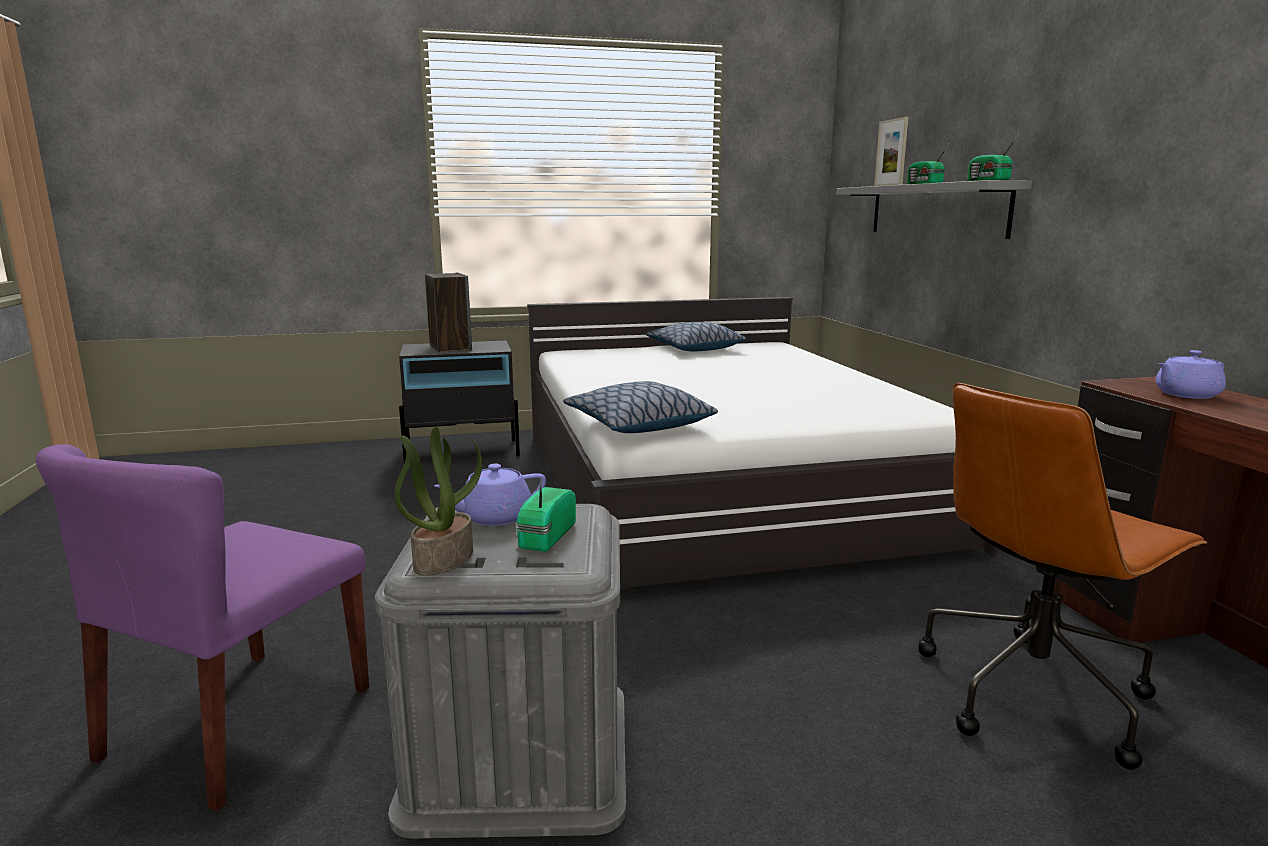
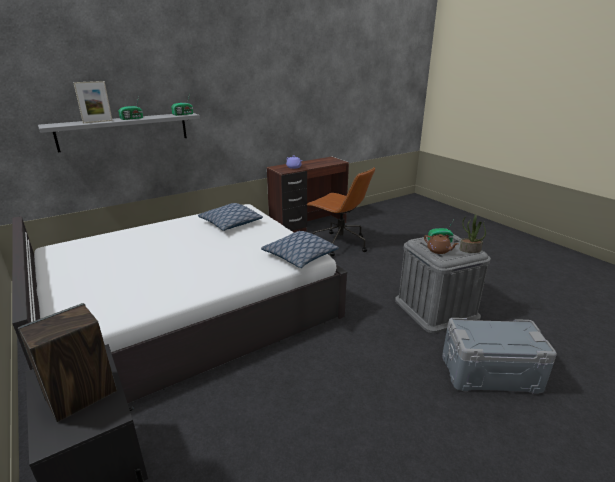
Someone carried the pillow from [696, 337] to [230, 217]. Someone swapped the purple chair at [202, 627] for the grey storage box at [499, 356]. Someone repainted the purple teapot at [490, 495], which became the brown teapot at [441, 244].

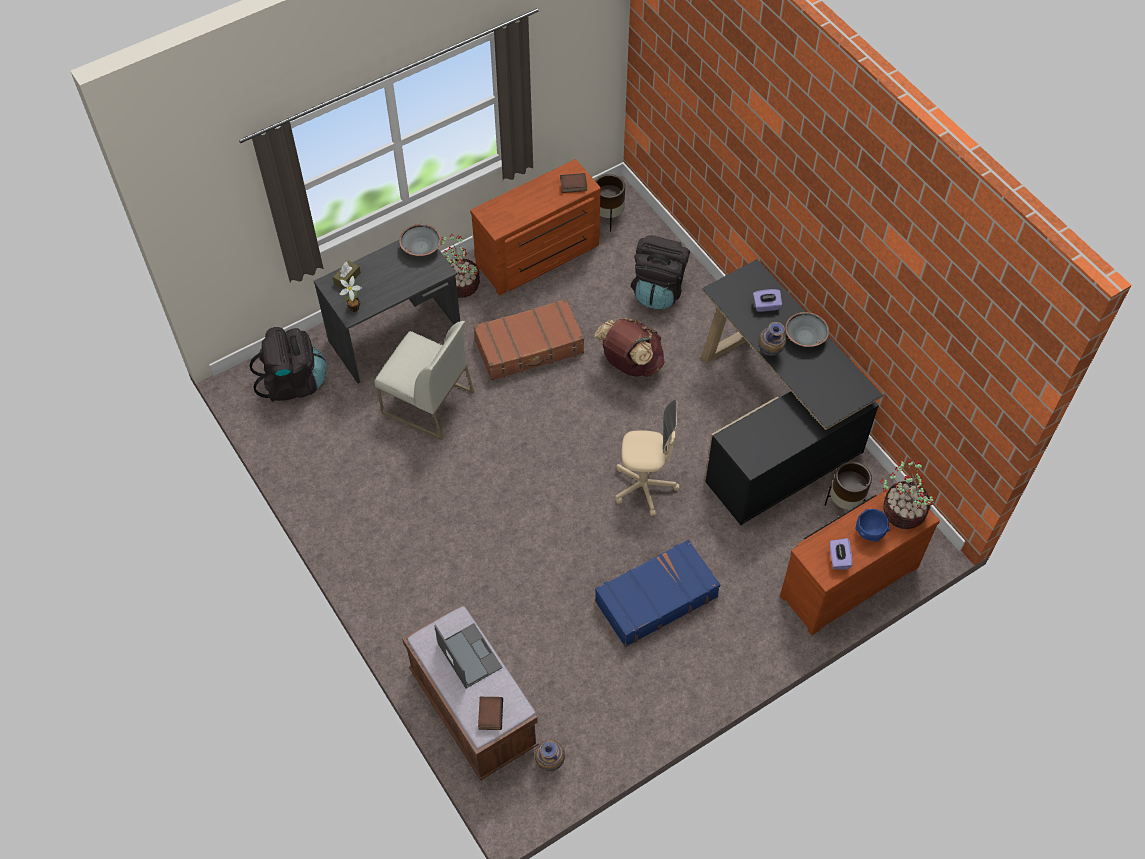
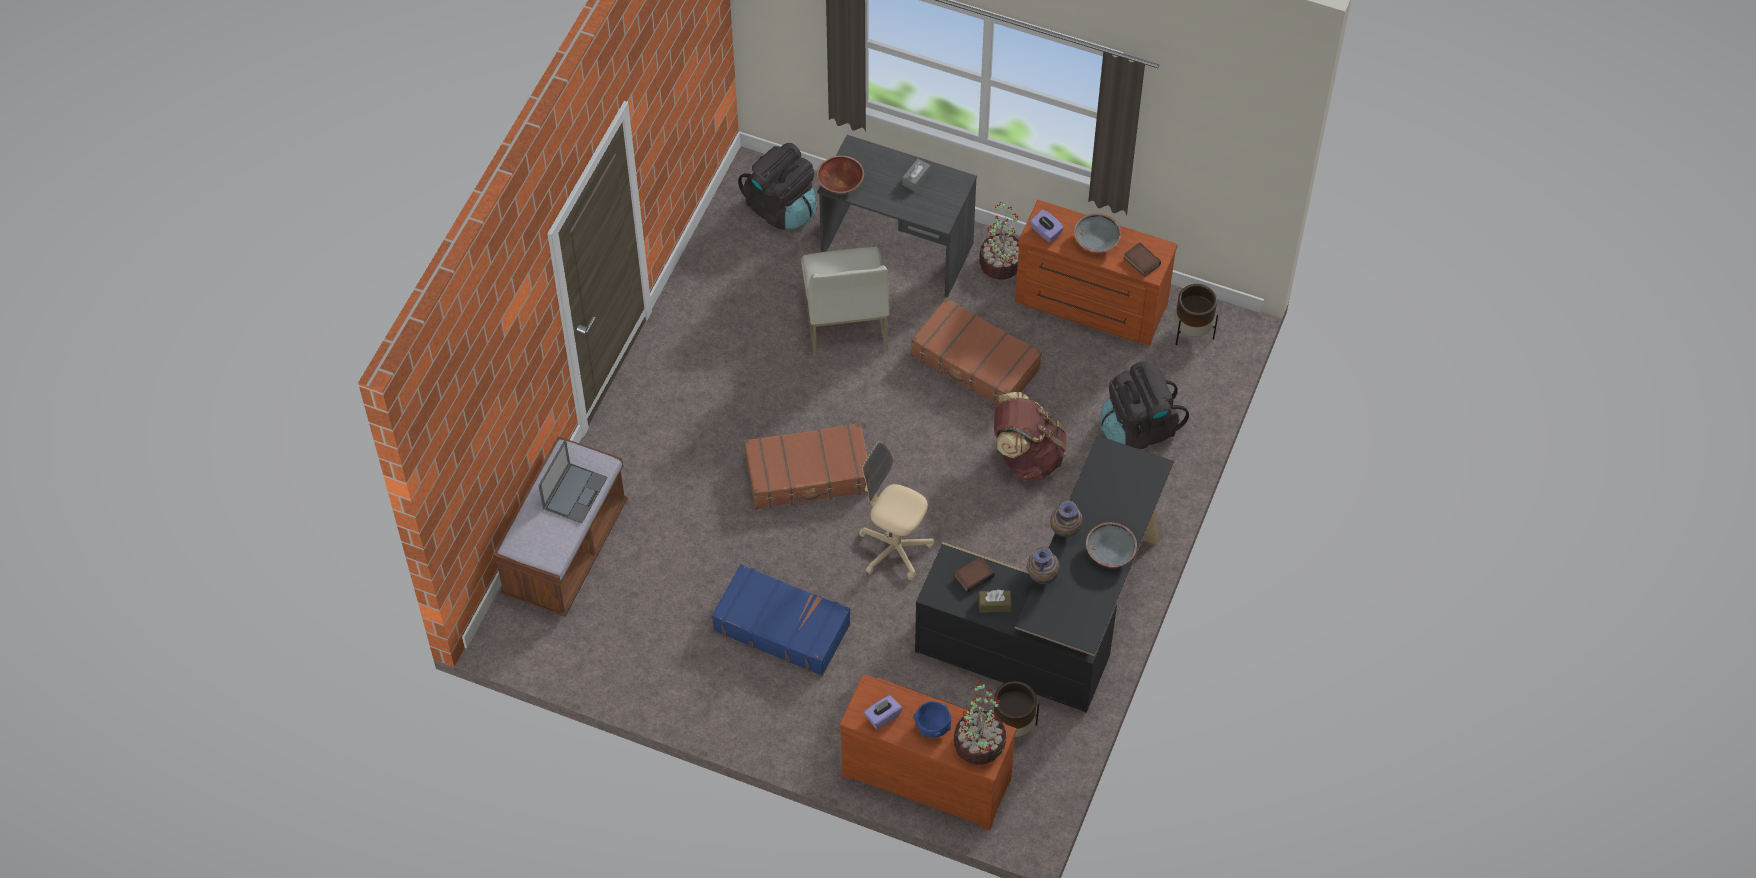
Someone put down the brown suitcase at [806, 466]. Someone put down the grey tissue box at [916, 175]. Someone carried the brown tissue box from [347, 275] to [994, 601]. Someone carried the grey bowl from [420, 240] to [1097, 233]. Someone carried the book from [490, 713] to [974, 575]. Someone carried the vase from [550, 755] to [1043, 565]. Someone carried the purple tissue box from [767, 300] to [1047, 226]. Someone swapped the potted plant at [350, 294] for the brown bowl at [840, 174]. Someone rotated the beige office chair at [647, 458] by 150 degrees clockwise.

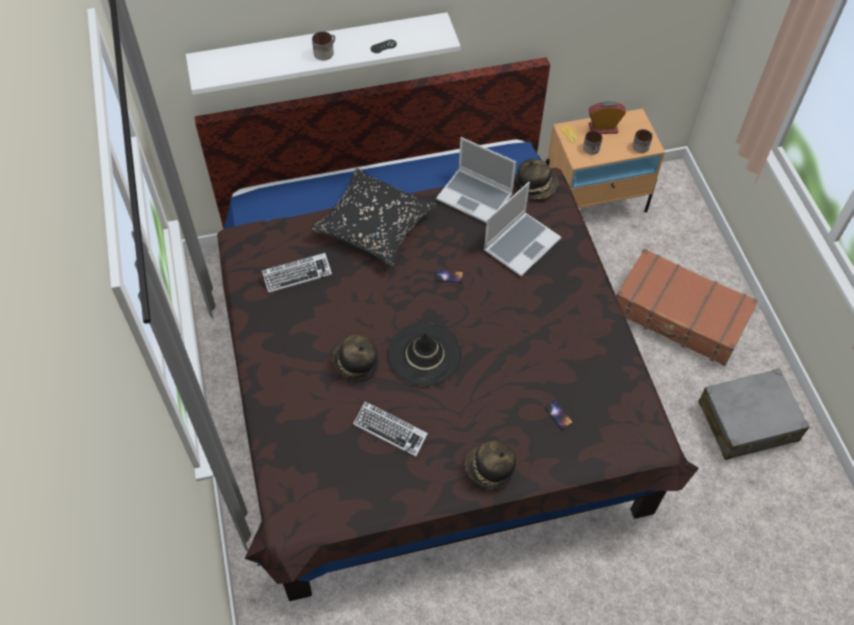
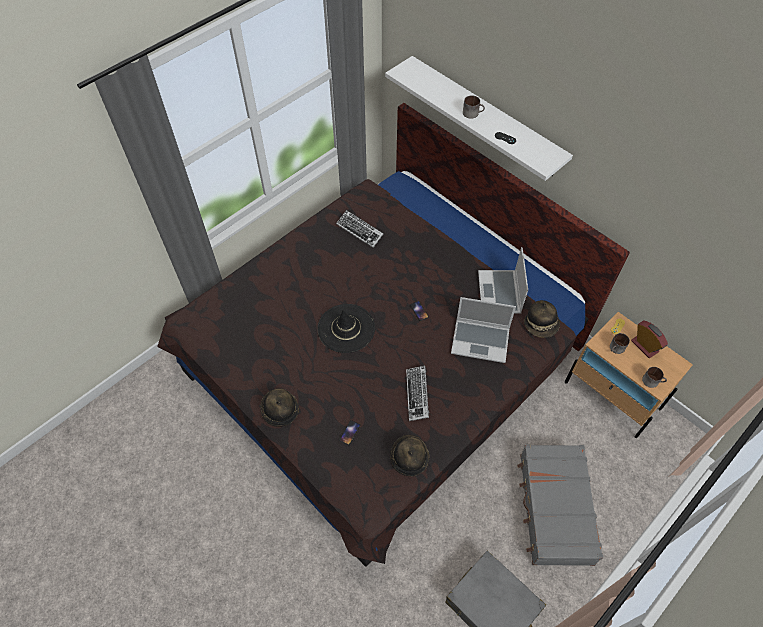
Someone took away the black pillow at [373, 217]. Someone carried the hat from [355, 358] to [409, 455]. Someone carried the keyboard from [390, 429] to [417, 393]. Someone repainted the brown suitcase at [687, 307], which became the grey suitcase at [560, 505].

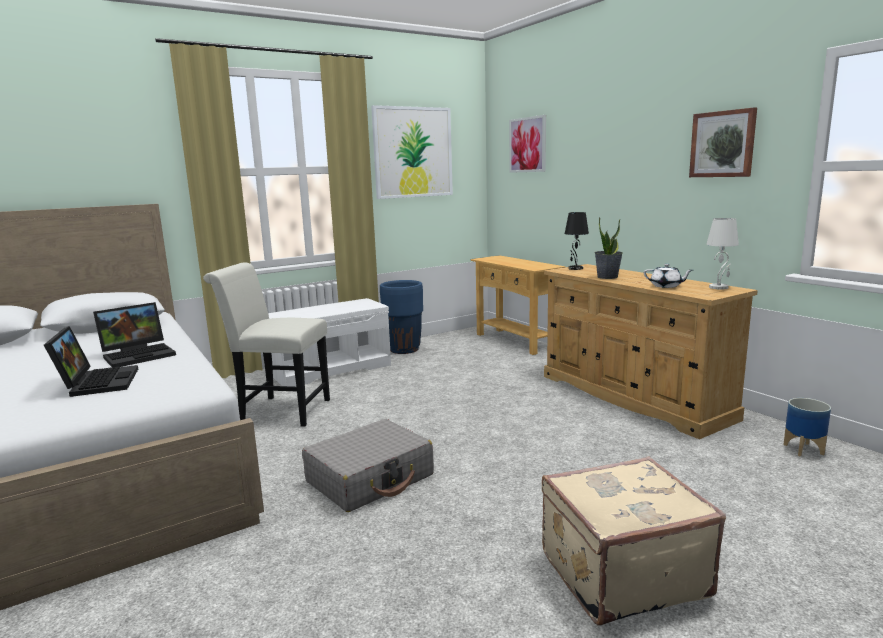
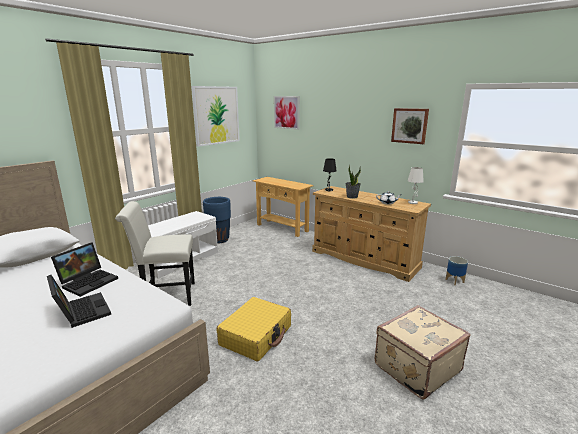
Someone repainted the grey suitcase at [368, 465], which became the yellow suitcase at [254, 329].

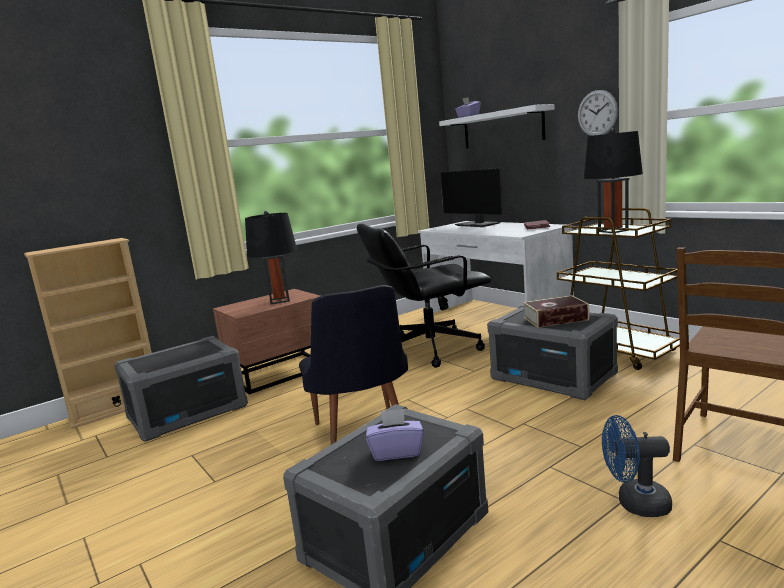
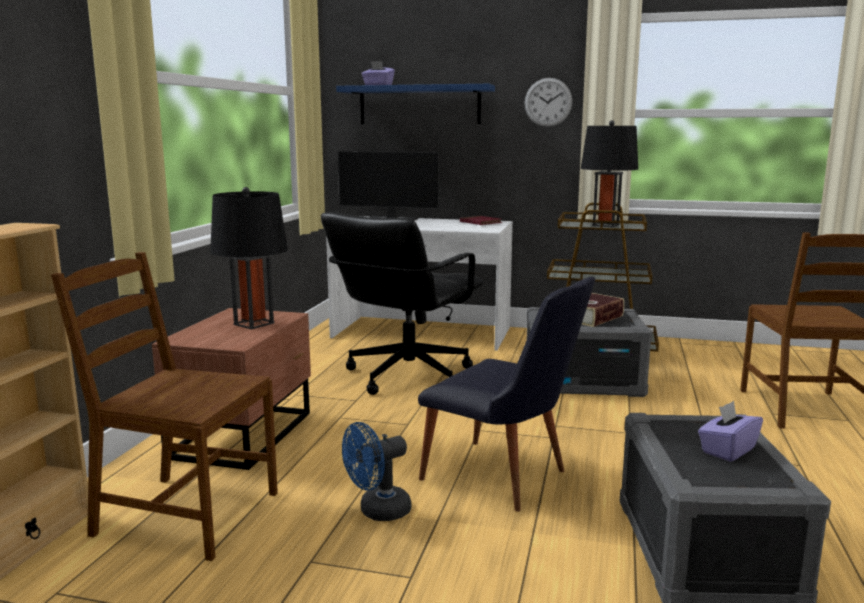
Someone carried the blue fan from [637, 466] to [376, 471]. Someone swapped the grey storage box at [181, 389] for the brown chair at [164, 406]. Someone repainted the white shelf at [497, 126], which became the blue shelf at [415, 104].

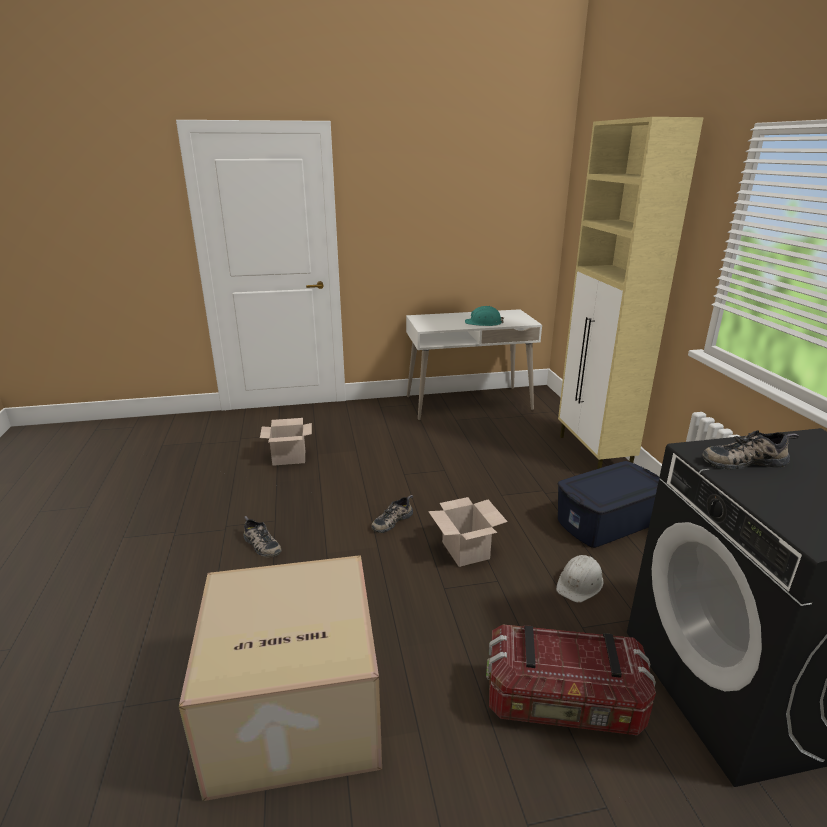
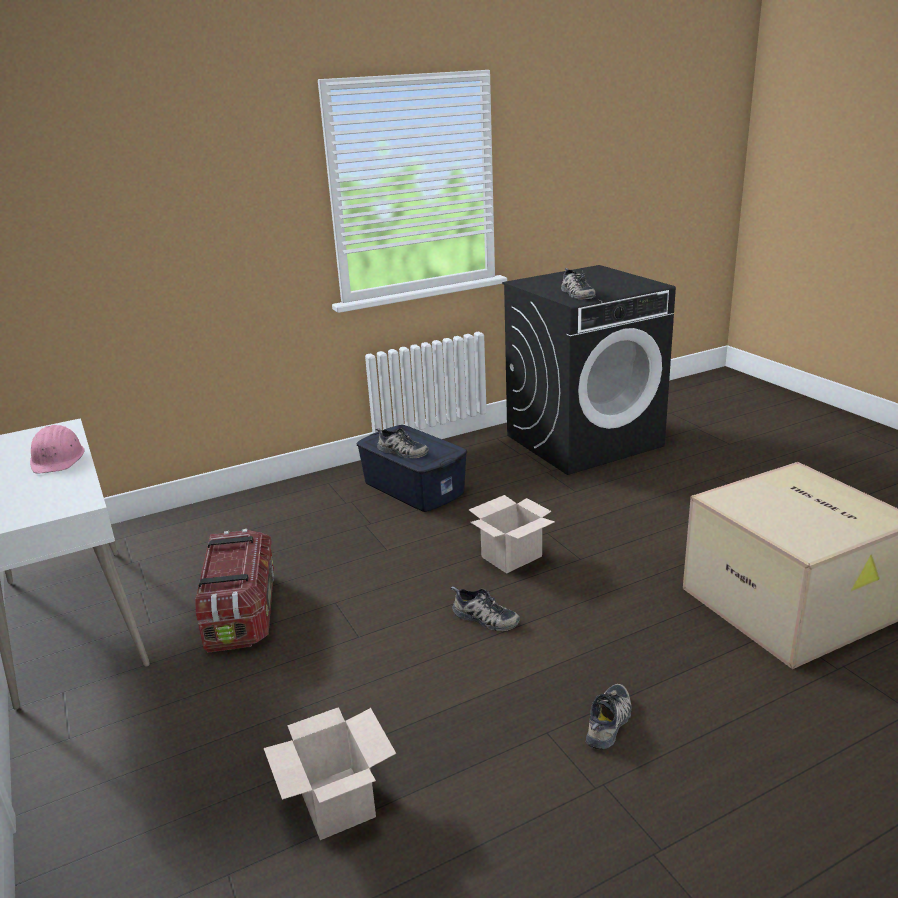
Someone took away the white hard hat at [580, 579]. Someone took away the beige cabinet at [631, 293]. Someone put down the shoe at [402, 443]. Someone carried the storage box from [571, 679] to [234, 591]. Someone repainted the turquoise hard hat at [484, 316], which became the pink hard hat at [57, 449].

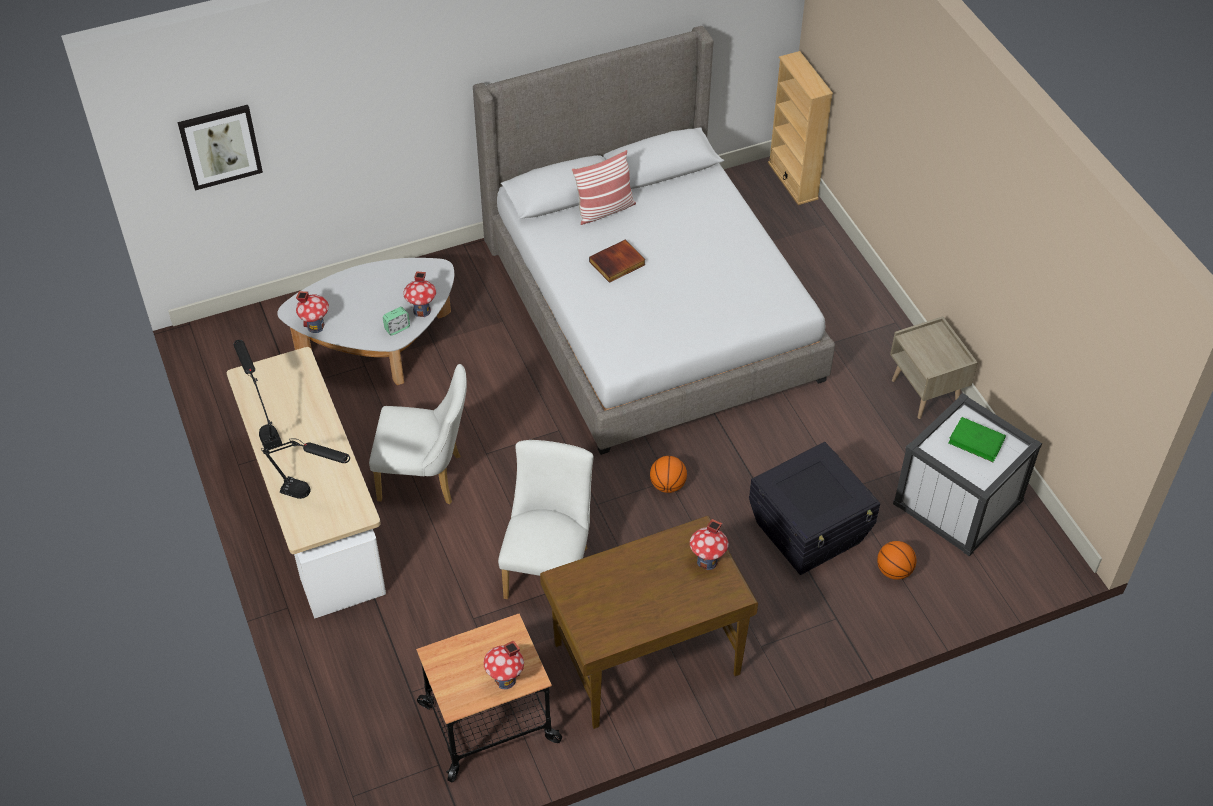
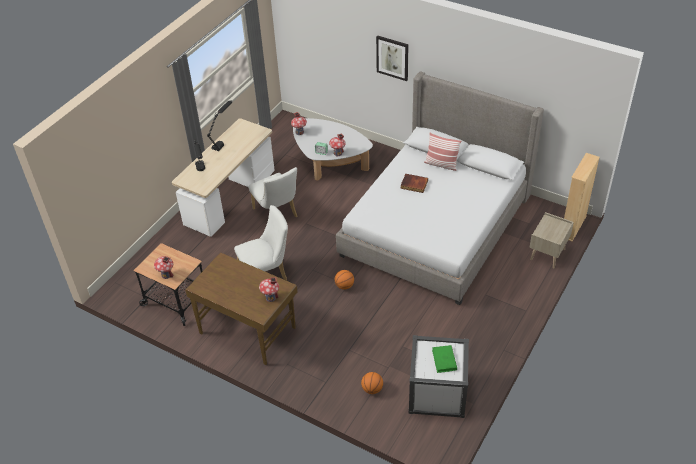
Someone took away the black storage box at [814, 508]. Someone carried the picture from [220, 148] to [392, 58]. Someone carried the beige nightstand from [934, 367] to [551, 240].

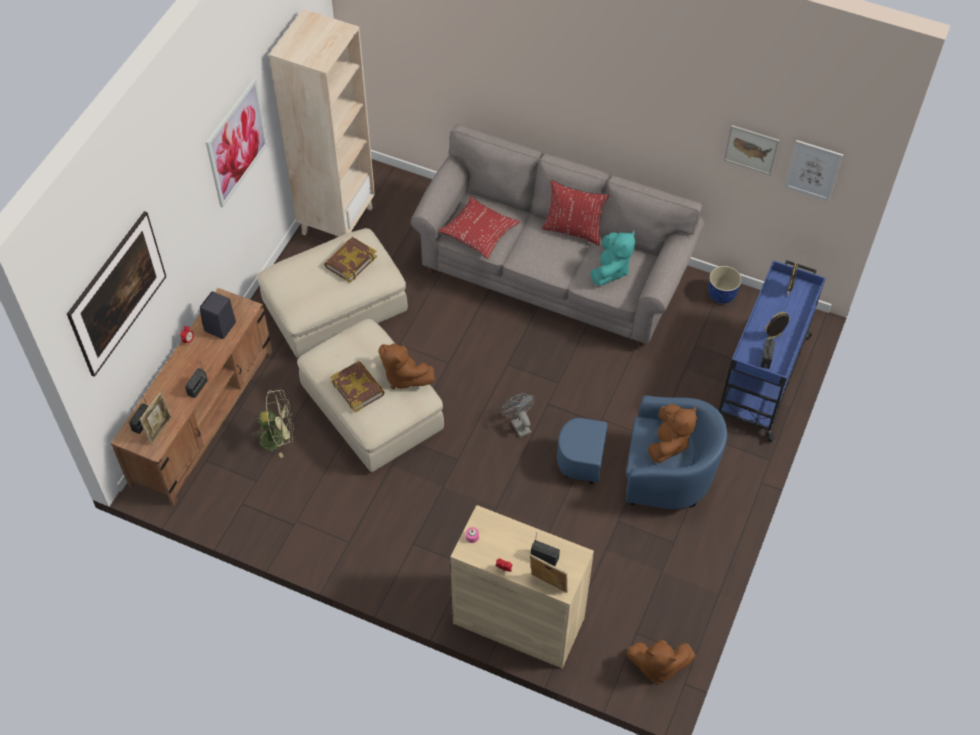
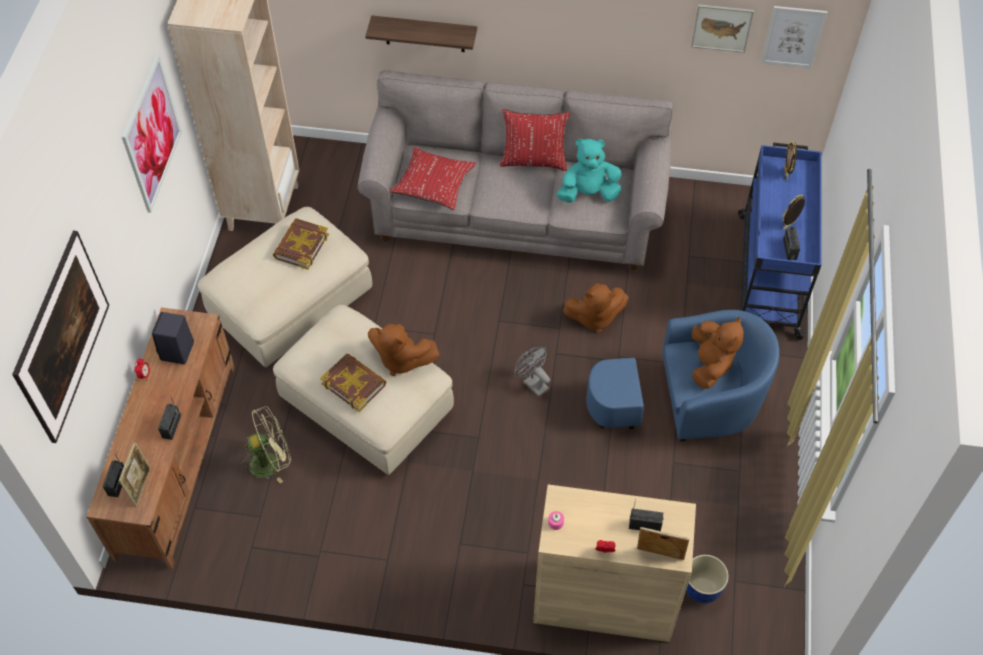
Someone put up the shelf at [421, 34]. Someone carried the brown plush toy from [660, 662] to [596, 308]. Someone carried the planter from [725, 285] to [707, 579]. Someone rotated the turquoise plush toy at [612, 258] by 105 degrees counterclockwise.

